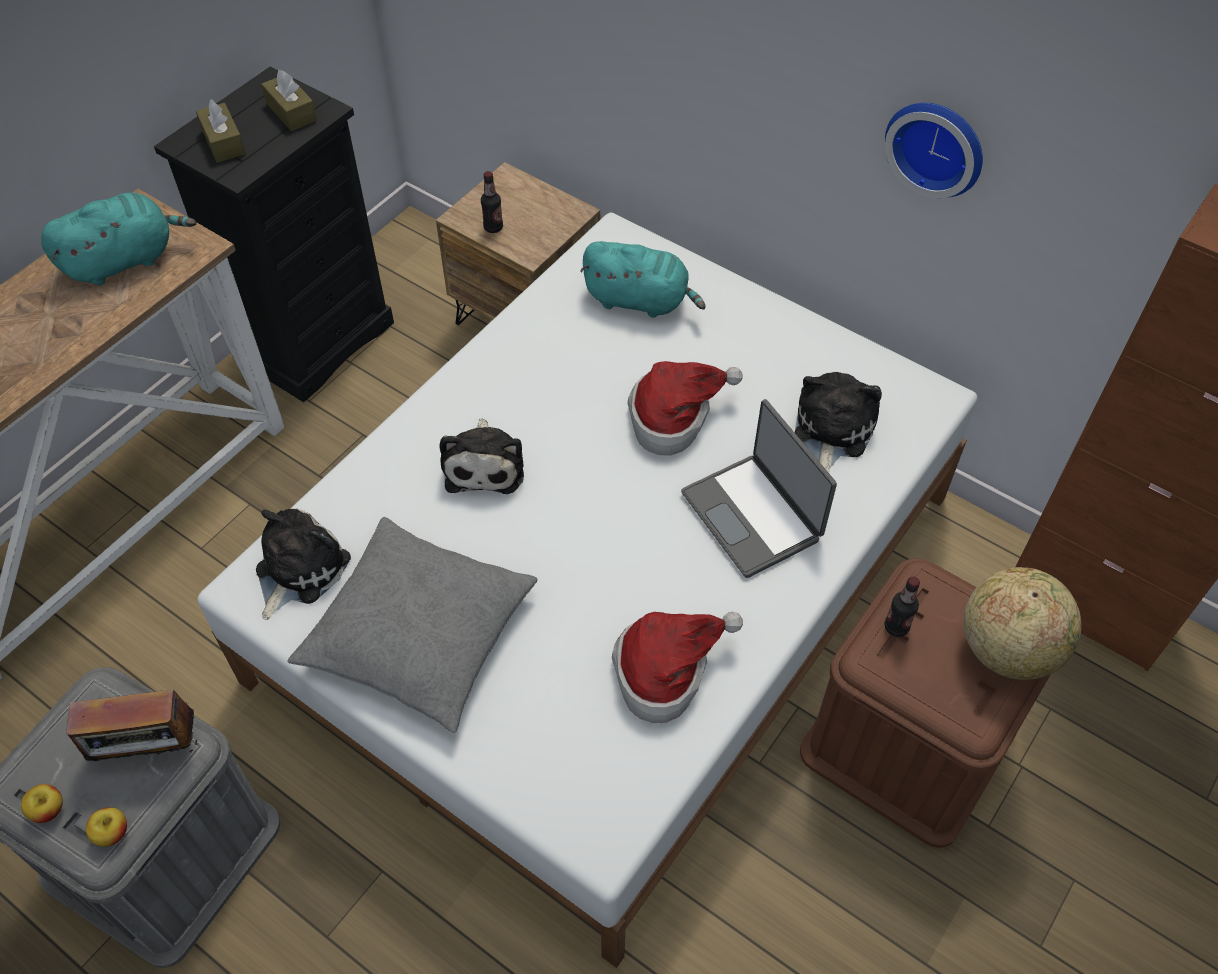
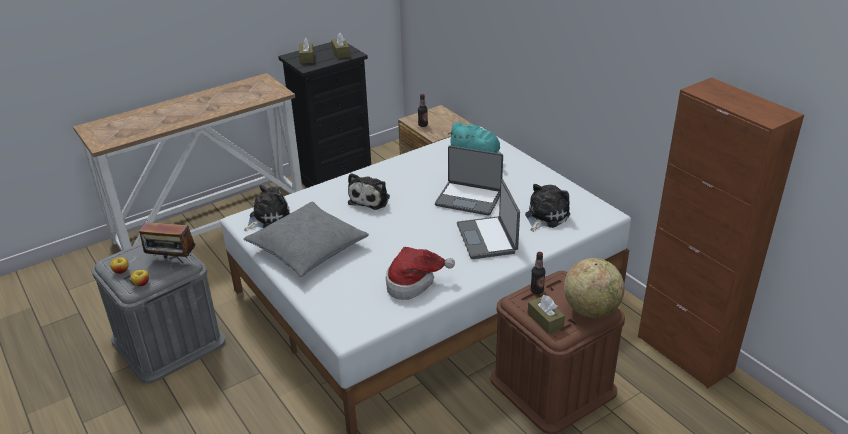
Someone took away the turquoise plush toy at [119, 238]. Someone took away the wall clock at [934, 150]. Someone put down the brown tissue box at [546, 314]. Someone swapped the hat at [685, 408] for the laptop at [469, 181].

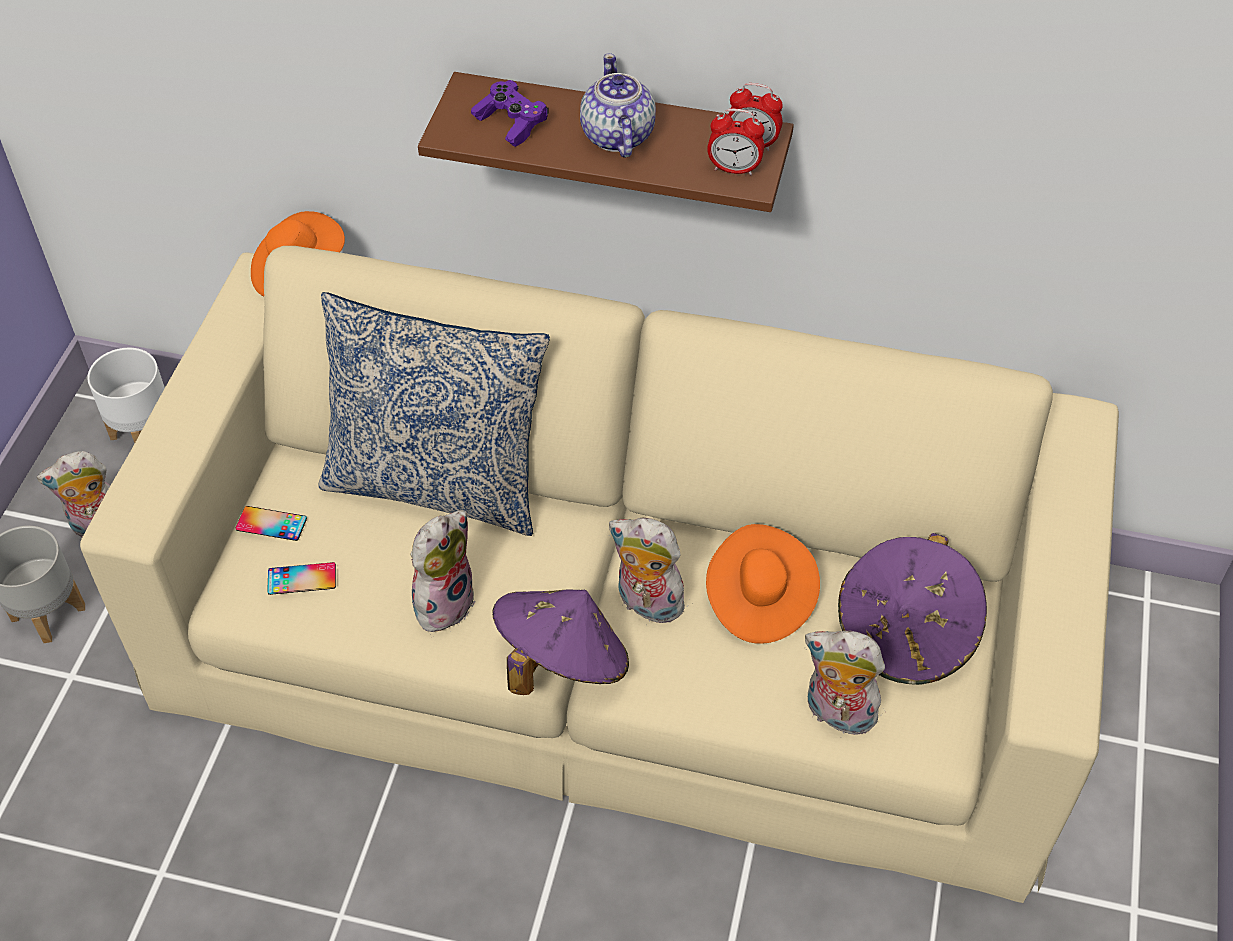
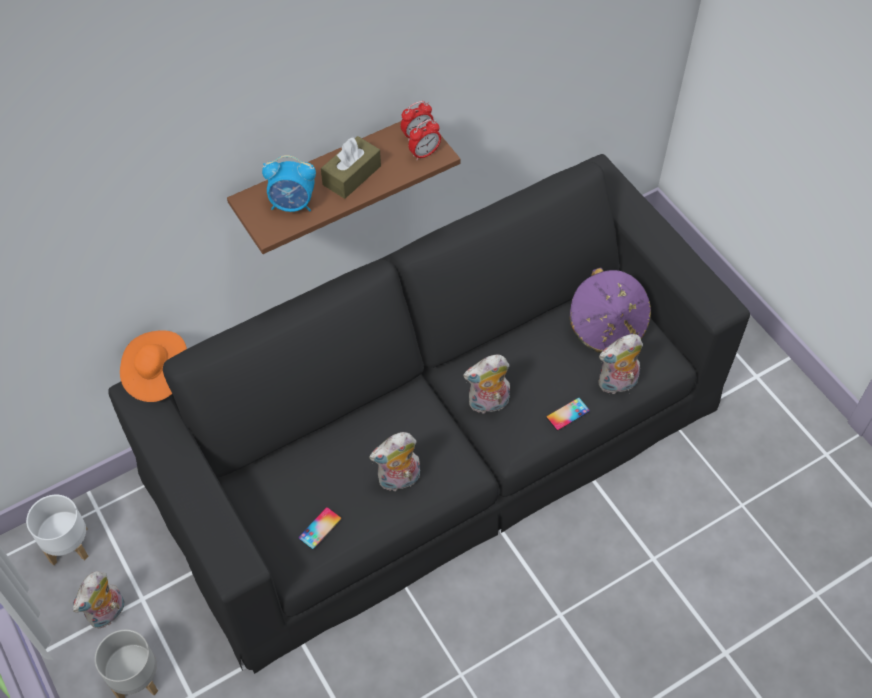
Someone took away the pillow at [434, 414]. Someone took away the purple hat at [560, 642]. Someone took away the orange hat at [763, 584]. Someone carried the phone from [271, 523] to [568, 413]. Someone swapped the purple game controller at [509, 113] for the alarm clock at [289, 183]. Someone swapped the teapot at [618, 105] for the brown tissue box at [351, 167]. Someone repainted the beige sofa at [599, 574], which became the black sofa at [429, 414]. Someone rotated the plush toy at [442, 574] by 105 degrees counterclockwise.

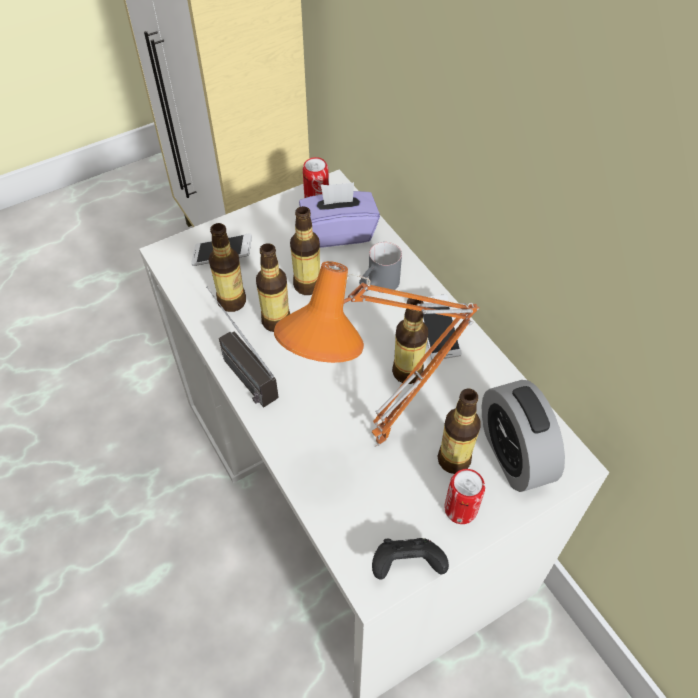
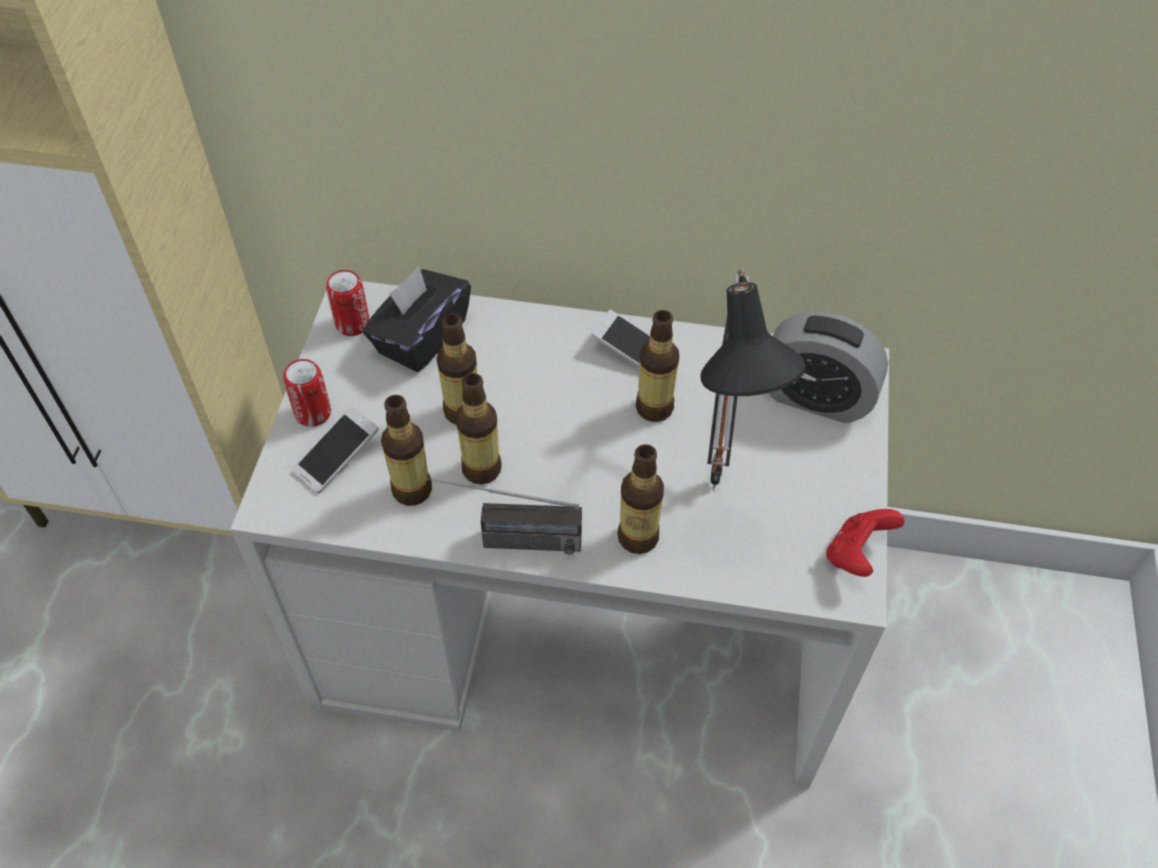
Someone took away the grey mug at [380, 267]. Someone carried the bottle from [459, 431] to [640, 499]. Someone carried the can from [465, 496] to [307, 393]. Someone repainted the orange table lamp at [377, 354], which became the black table lamp at [752, 380]. Someone repainted the purple tissue box at [339, 215], which became the black tissue box at [417, 319]. Someone repainted the black game controller at [410, 559], which became the red game controller at [865, 543].

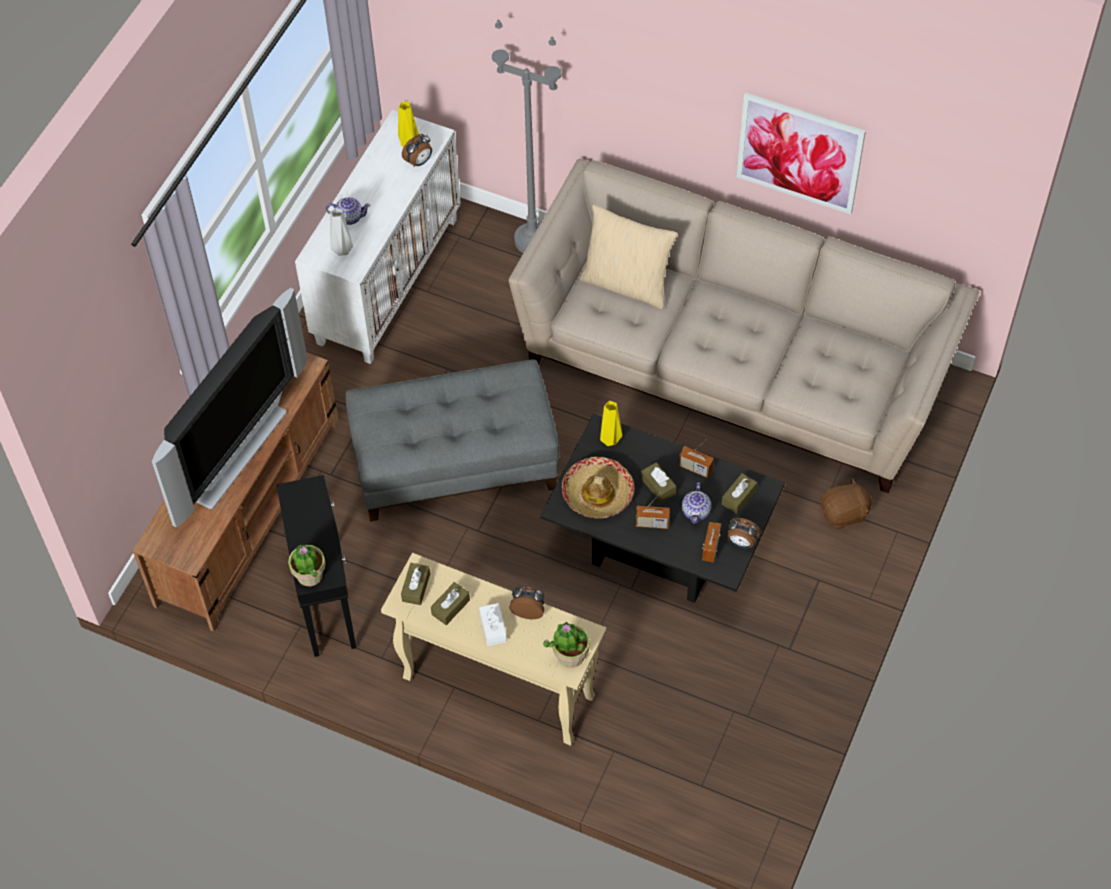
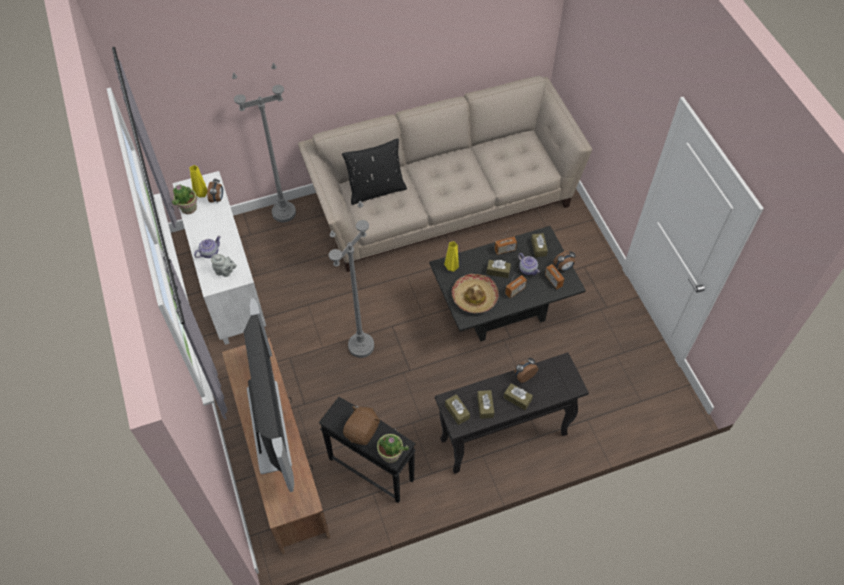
Someone took away the picture at [801, 153]. Someone carried the potted plant from [566, 645] to [184, 199]. Someone carried the brown plush toy from [847, 503] to [361, 425]. Someone swapped the grey vase at [341, 232] for the grey teapot at [224, 265]. Someone swapped the grey ottoman at [452, 441] for the grey floor lamp at [351, 279]. Someone repainted the beige console table at [493, 649], which became the black console table at [512, 413]. Someone repainted the white tissue box at [493, 624], which became the brown tissue box at [518, 396]. Someone repainted the beige pillow at [628, 257], which became the black pillow at [374, 171].

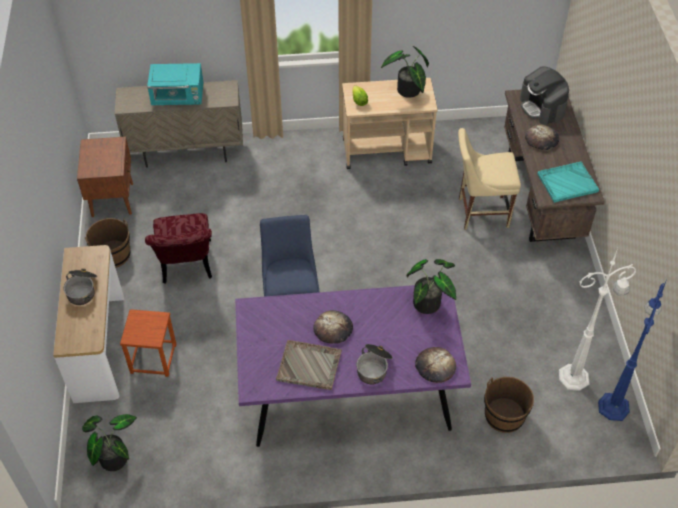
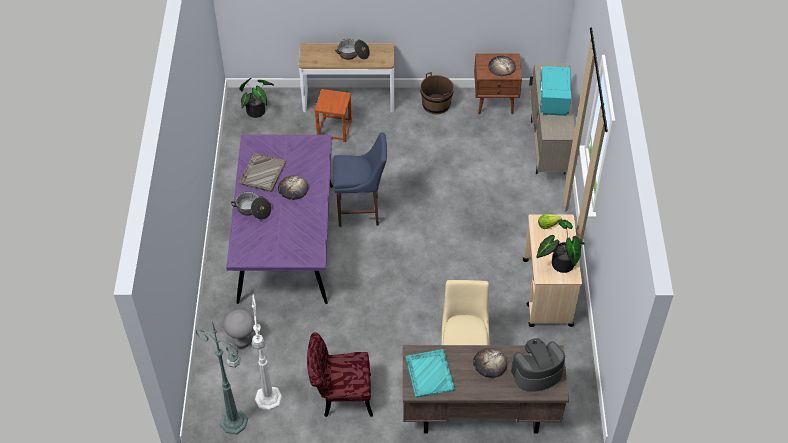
Someone took away the potted plant at [431, 286]. Someone carried the red chair from [178, 248] to [340, 374]. Someone carried the bread from [435, 365] to [502, 66]. Someone swapped the brown bucket at [509, 405] for the grey stool at [239, 328]. Someone repainted the blue floor lamp at [632, 351], which became the green floor lamp at [221, 378].

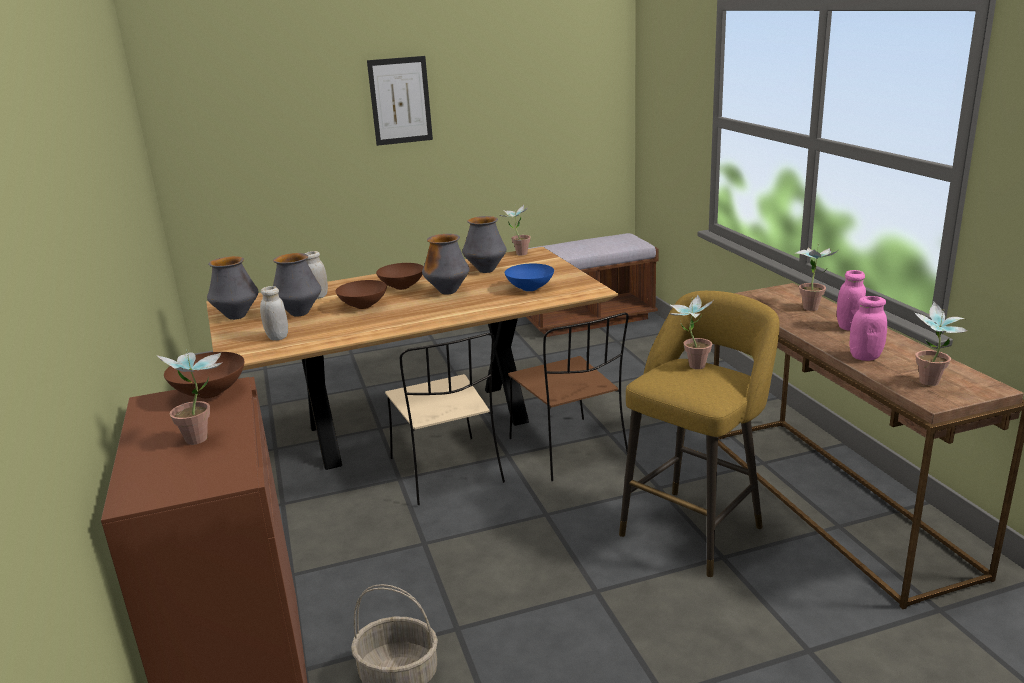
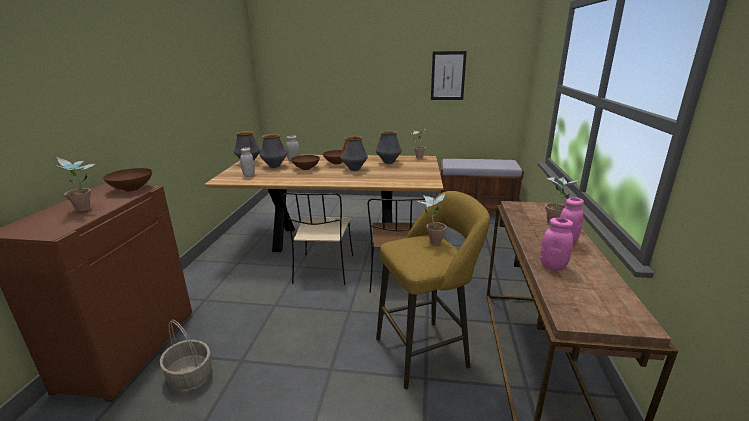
Someone took away the blue bowl at [529, 277]. Someone took away the potted plant at [940, 344]. Someone carried the picture from [400, 101] to [449, 75].

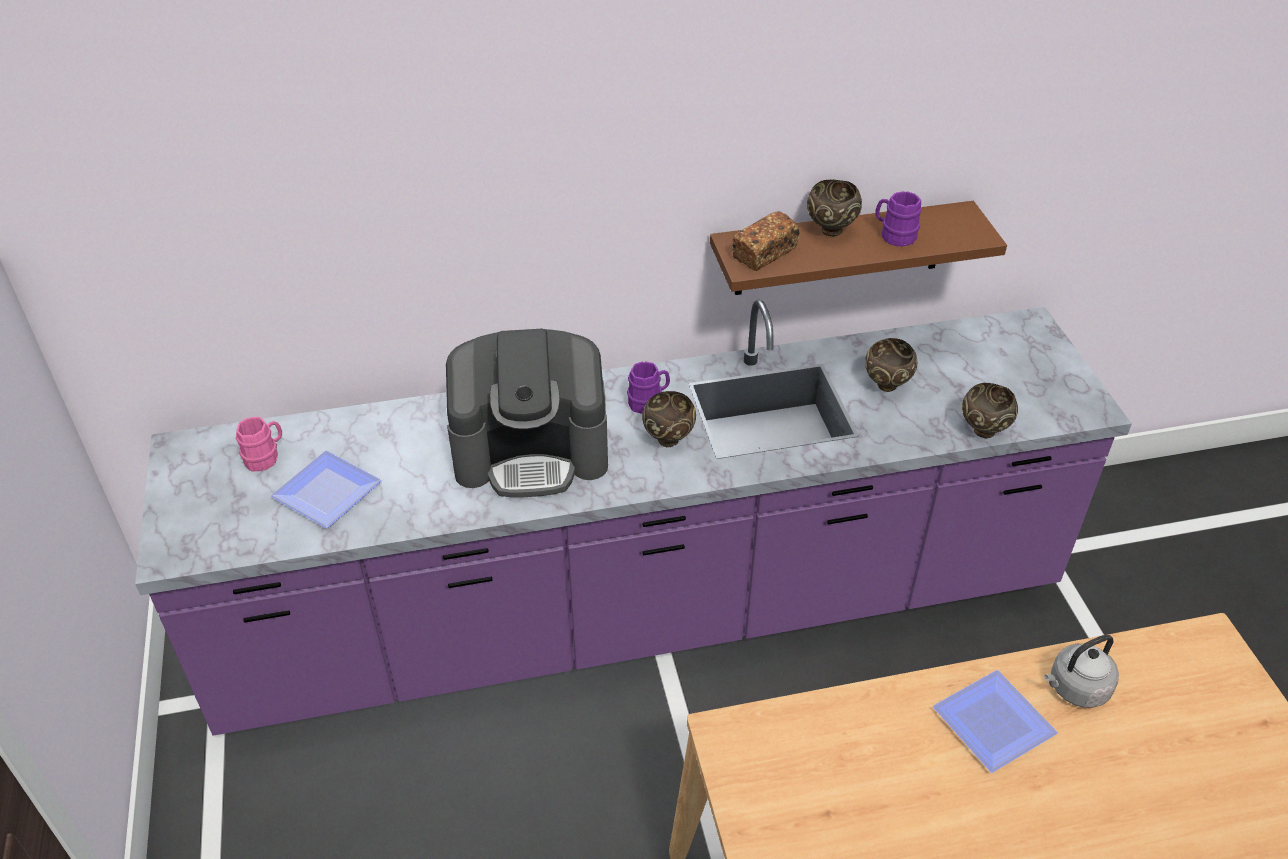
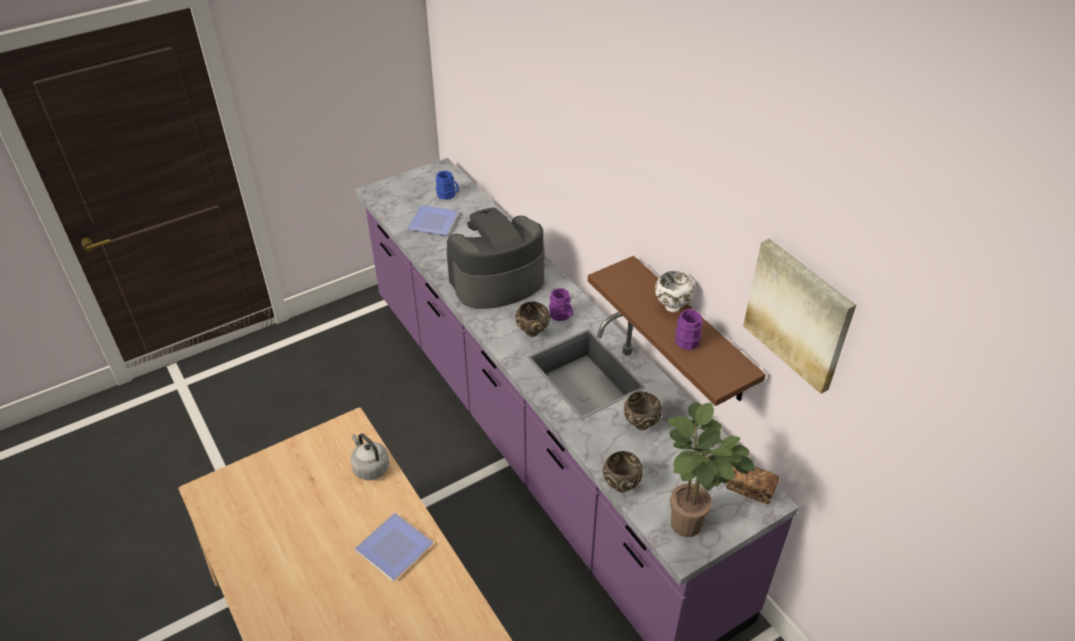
Someone put down the potted plant at [711, 469]. Someone put up the picture at [799, 316]. Someone carried the bread from [766, 241] to [752, 485]. Someone carried the grey kettle from [1081, 671] to [370, 457]. Someone repainted the pink mug at [259, 444], which became the blue mug at [447, 185]. Someone repainted the brown bowl at [834, 208], which became the white bowl at [674, 291]. Someone rotated the coffee machine at [527, 413] by 90 degrees clockwise.

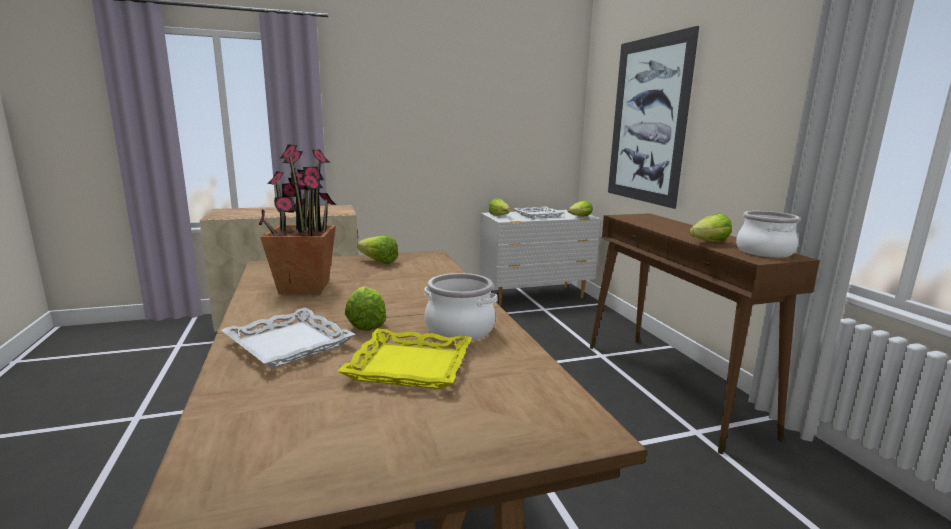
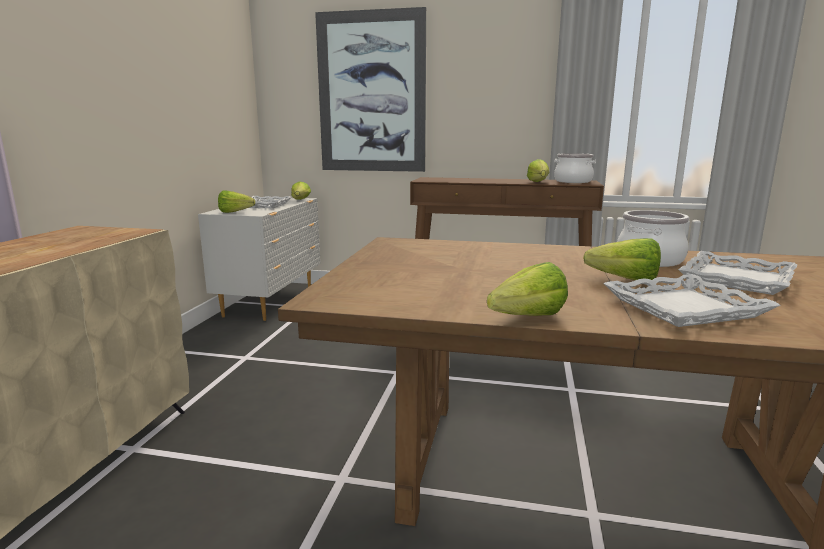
Someone took away the potted plant at [297, 219]. Someone carried the lettuce from [377, 250] to [527, 289]. Someone repainted the yellow tray at [404, 359], which became the white tray at [737, 273].

